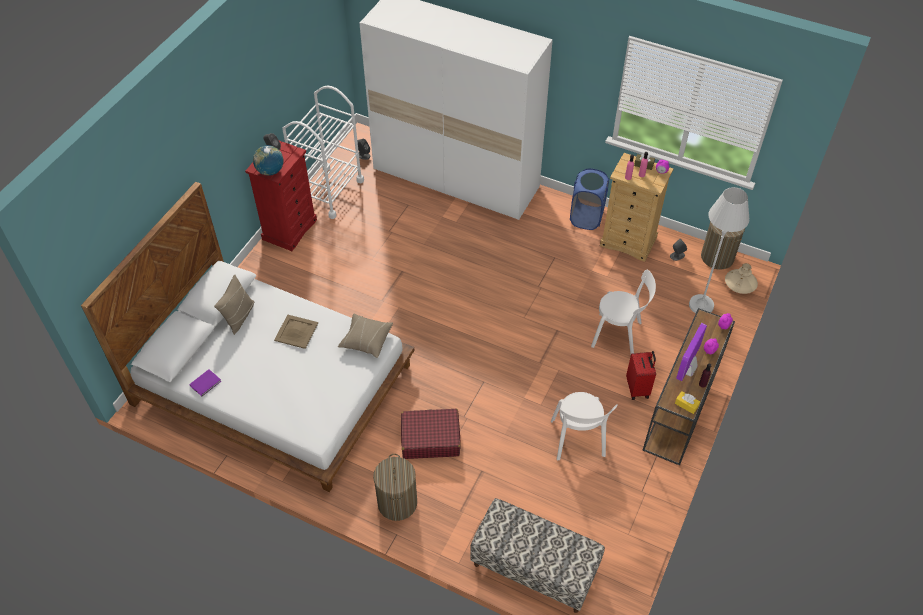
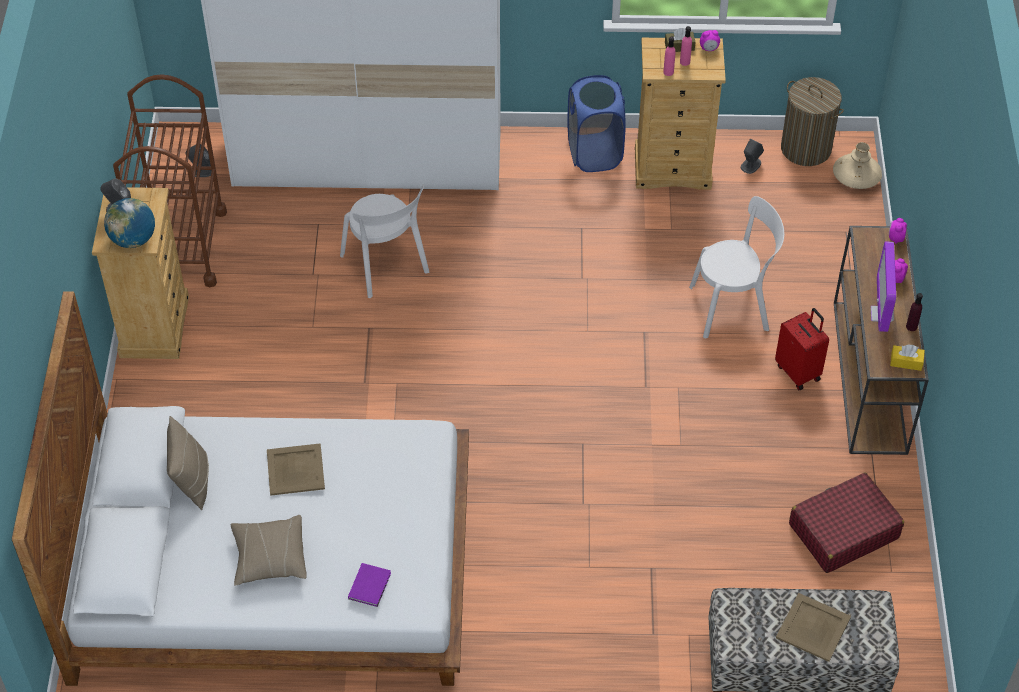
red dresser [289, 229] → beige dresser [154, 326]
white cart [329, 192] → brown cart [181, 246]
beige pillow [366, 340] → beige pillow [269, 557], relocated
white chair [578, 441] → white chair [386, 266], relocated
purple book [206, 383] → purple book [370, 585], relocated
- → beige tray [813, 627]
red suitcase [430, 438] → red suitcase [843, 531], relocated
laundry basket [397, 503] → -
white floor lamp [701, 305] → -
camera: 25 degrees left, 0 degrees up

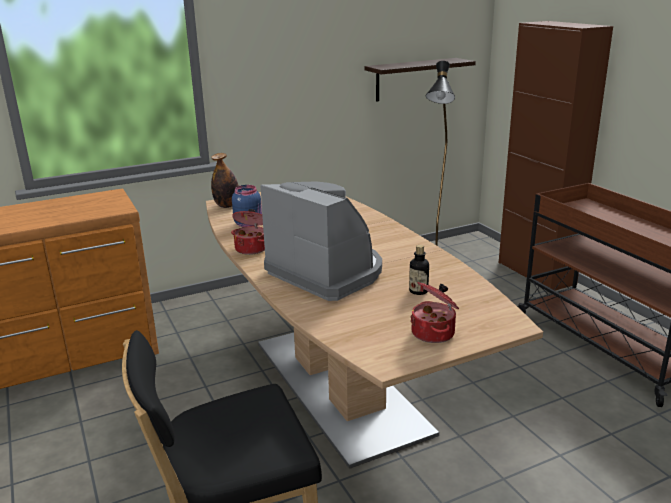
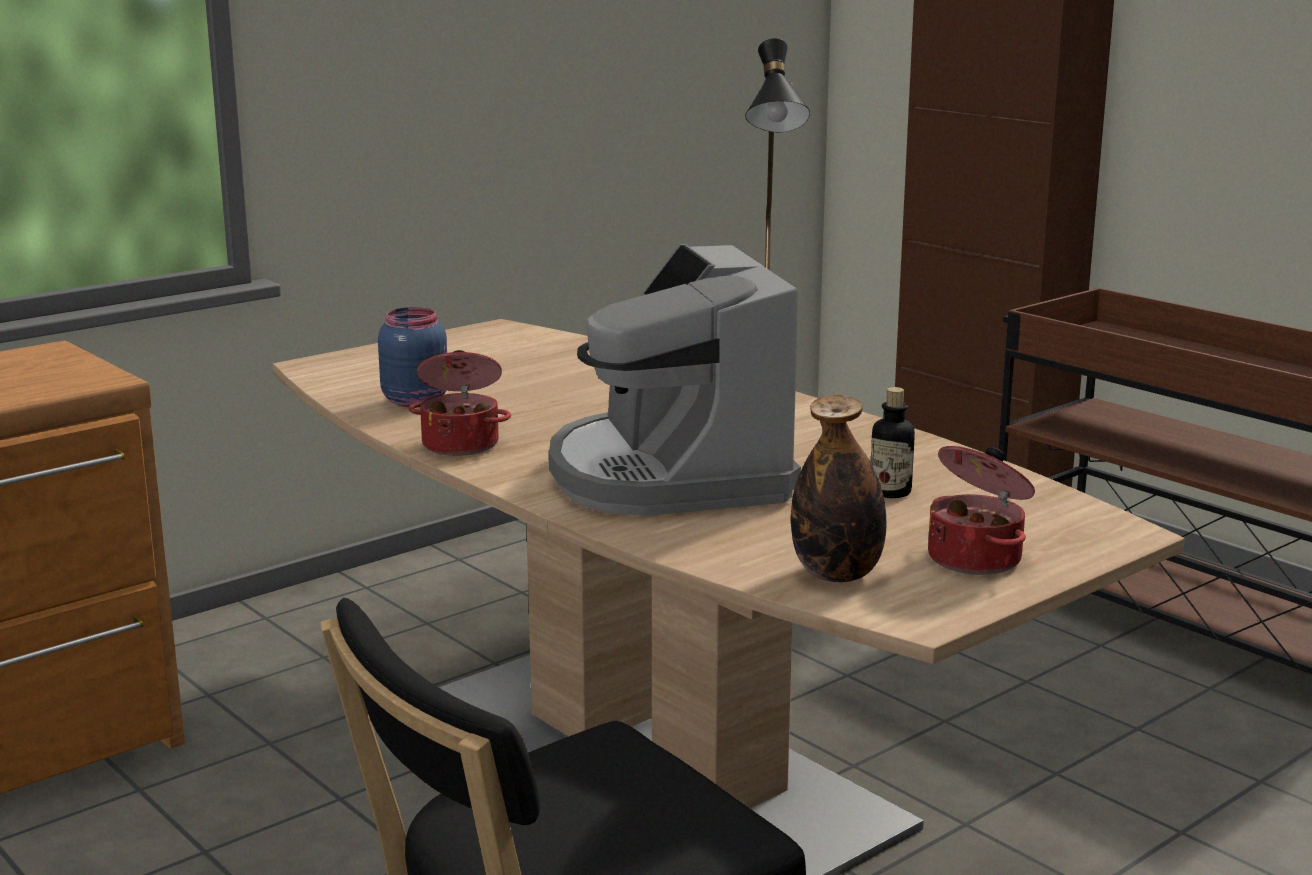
coffee machine [327, 272] → coffee machine [669, 475], 135 degrees counterclockwise
bottle [227, 206] → bottle [837, 574], relocated
shelf [411, 79] → -
camera: 15 degrees left, 5 degrees down

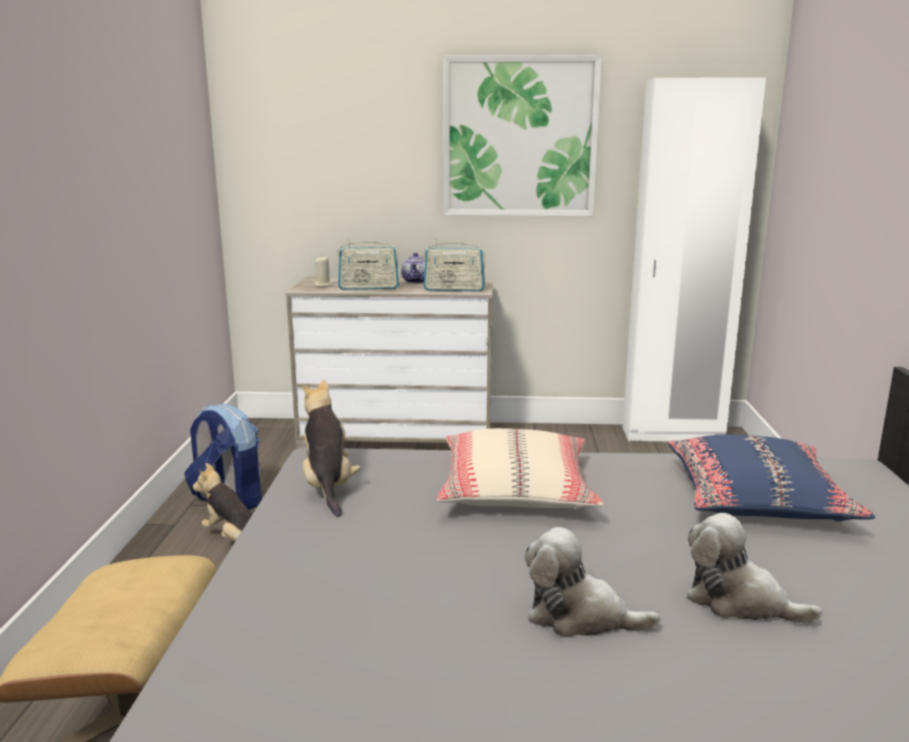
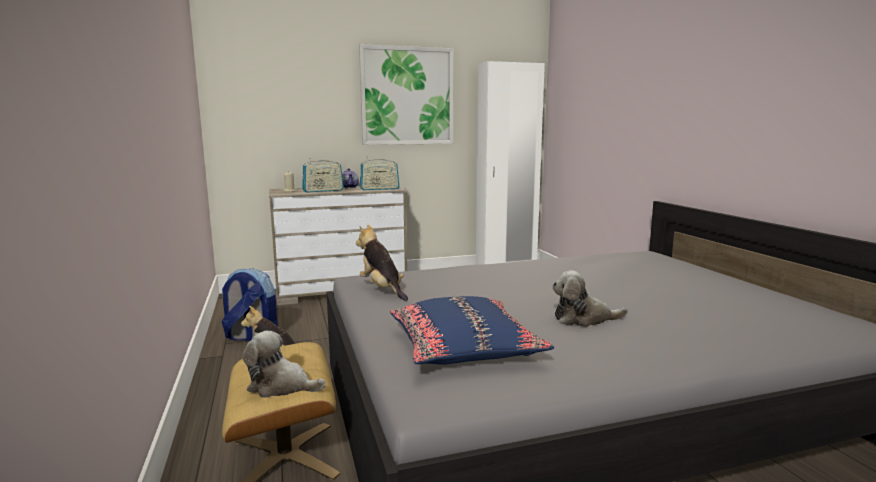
plush toy [739, 601] → plush toy [281, 386], relocated
blue pillow [757, 499] → blue pillow [464, 348], relocated
beige pillow [516, 490] → -
camera: 20 degrees left, 5 degrees down

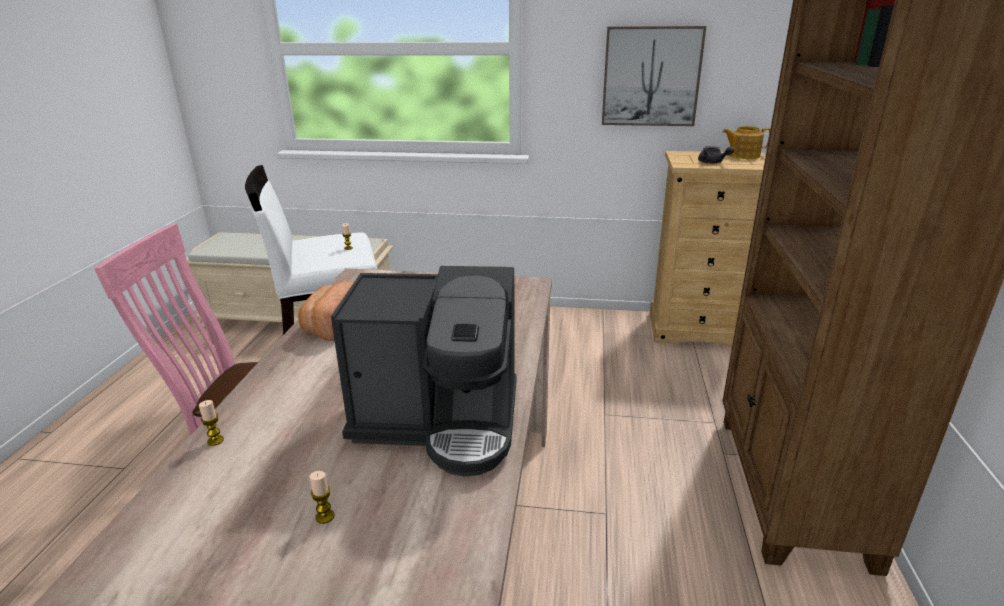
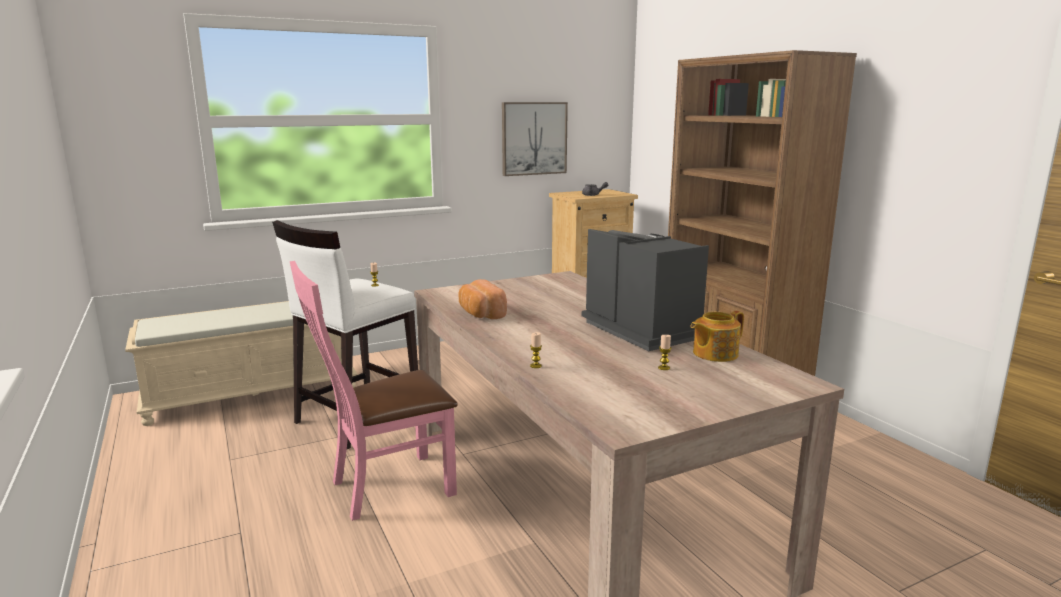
coffee machine [440, 421] → coffee machine [642, 329], 90 degrees counterclockwise
teapot [743, 155] → teapot [714, 354], relocated
camera: 35 degrees left, 10 degrees down

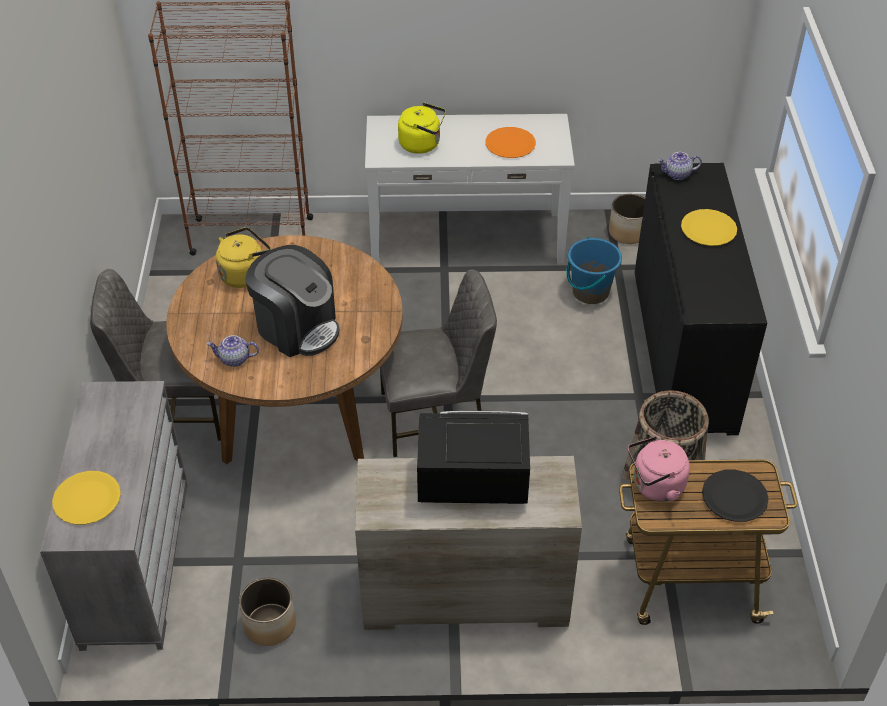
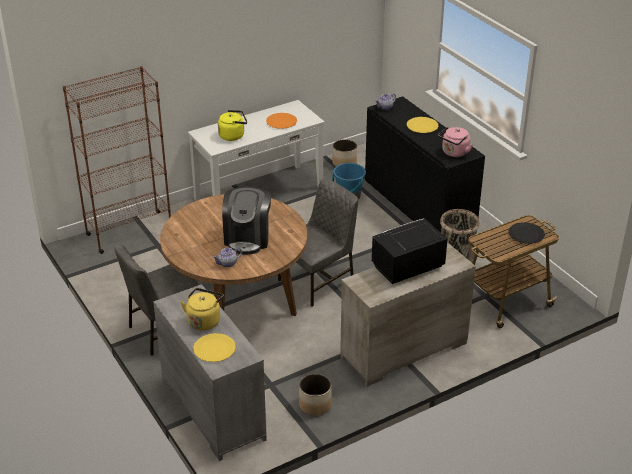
yellow kettle [244, 274] → yellow kettle [204, 320], relocated
coffee machine [297, 327] → coffee machine [248, 238], 90 degrees clockwise
pink kettle [655, 486] → pink kettle [454, 153], relocated
camera: 30 degrees left, 10 degrees down

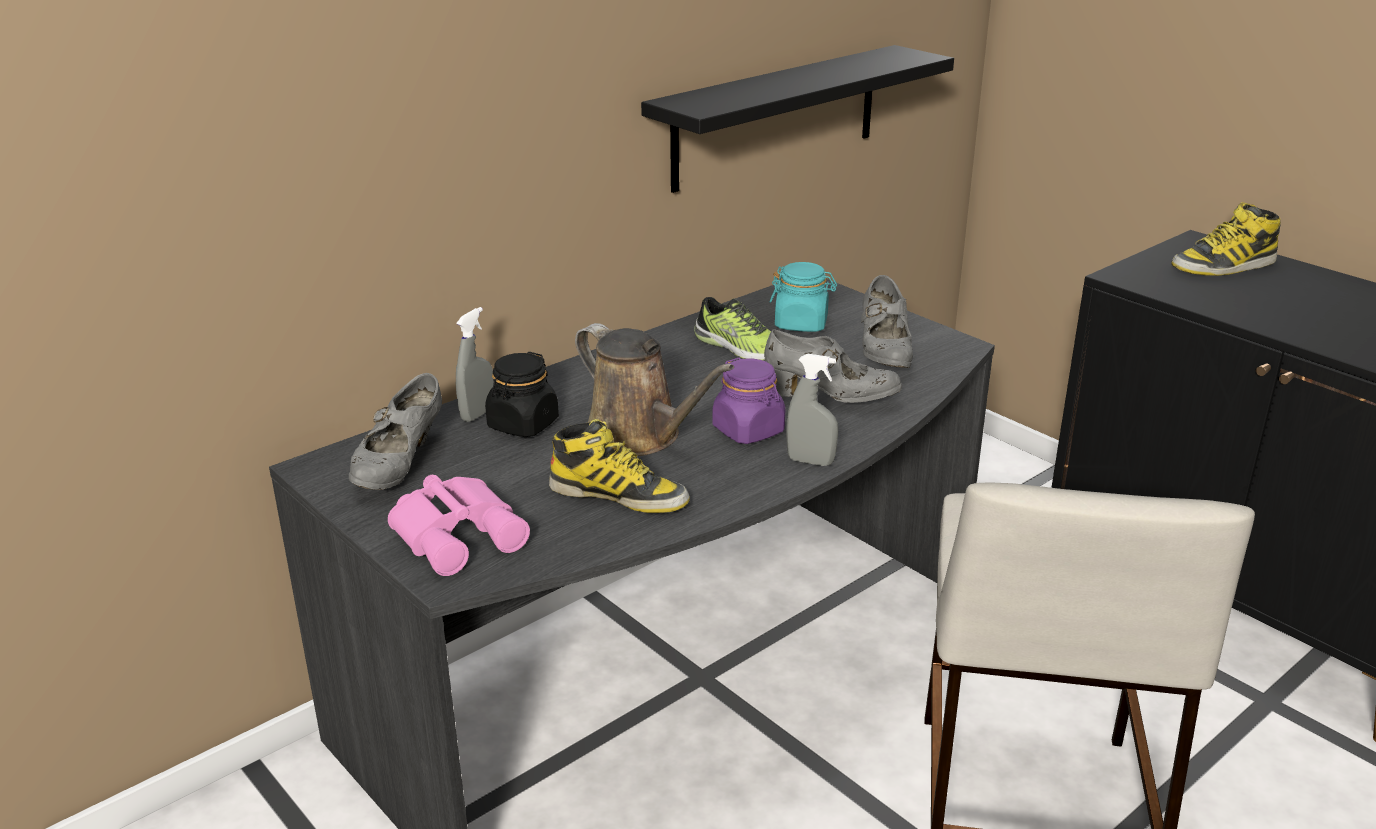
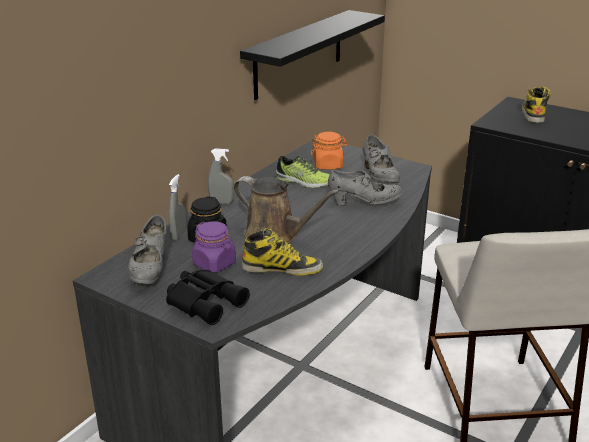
pink binoculars [459, 533] → black binoculars [206, 301]
purple jar [748, 430] → purple jar [214, 264], relocated
grey spray bottle [810, 461] → grey spray bottle [221, 202], relocated
turquoise jar [801, 324] → orange jar [328, 165]
boot [1223, 266] → boot [533, 113], 135 degrees clockwise
camera: 15 degrees left, 0 degrees up

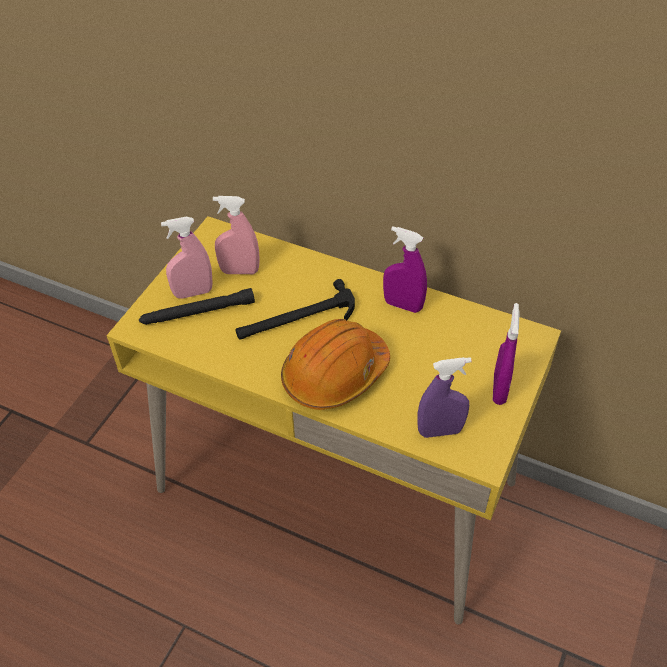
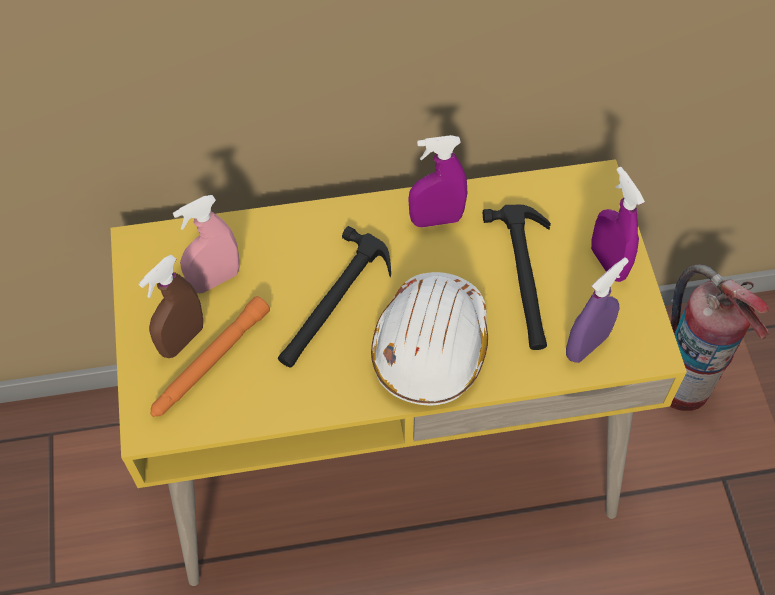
pink spray bottle [193, 293] → brown spray bottle [182, 340]
black flashlight [197, 312] → orange flashlight [210, 362]
orange hard hat [335, 375] → white hard hat [430, 347]
- → hammer [525, 278]
- → fire extinguisher [683, 384]
camera: 35 degrees left, 10 degrees up

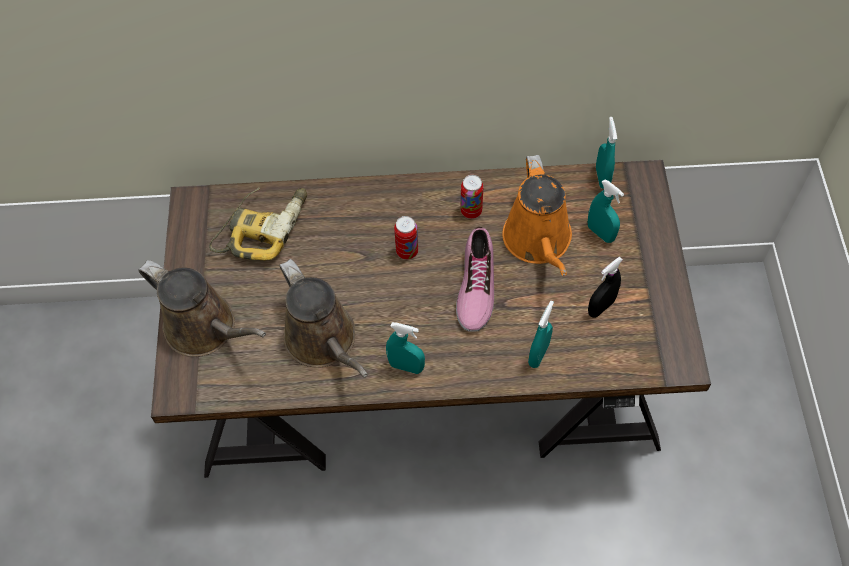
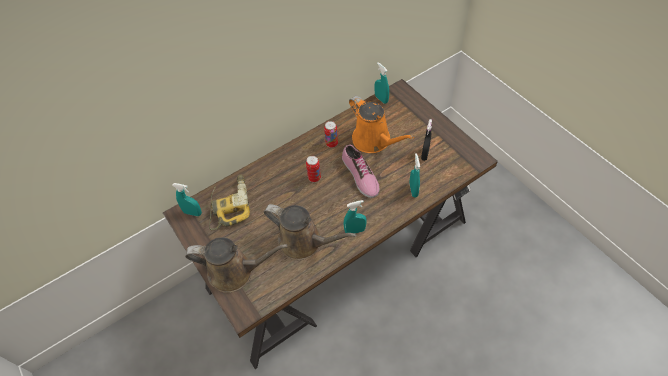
turquoise spray bottle [600, 233] → turquoise spray bottle [193, 213], relocated
camera: 30 degrees left, 5 degrees down

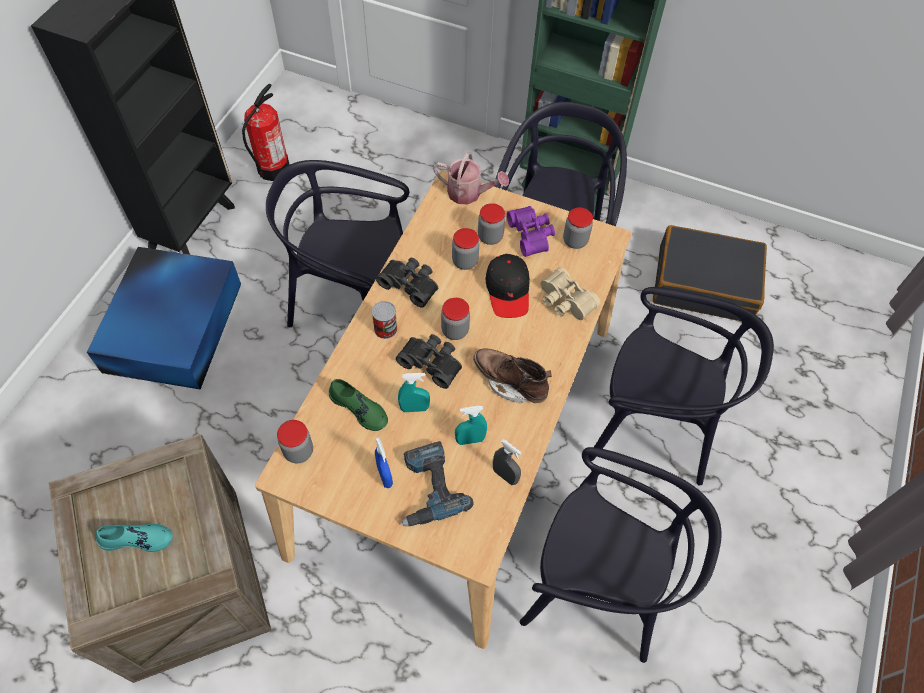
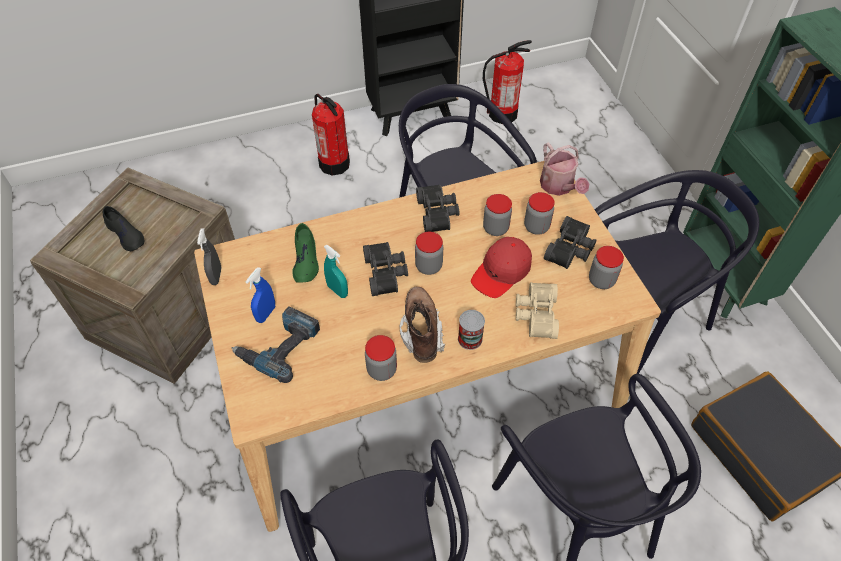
turquoise shoe [137, 539] → black shoe [126, 234]
grey spray bottle [505, 475] → grey spray bottle [216, 276], relocated
blue storage box [175, 325] → fire extinguisher [334, 163]
jar [298, 451] → jar [382, 370], relocated
can [385, 329] → can [470, 339], relocated
black cap [508, 290] → red cap [501, 272]
purple binoculars [532, 235] → black binoculars [571, 250]
turquoise spray bottle [470, 440] → -
camera: 50 degrees right, 5 degrees down

